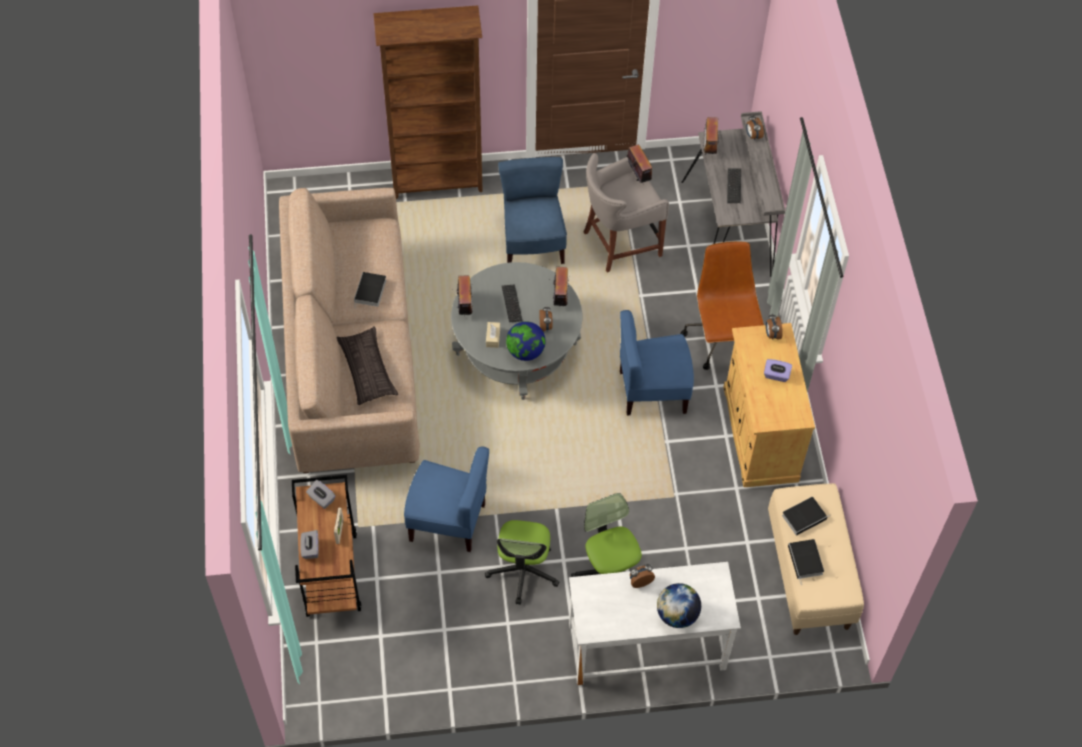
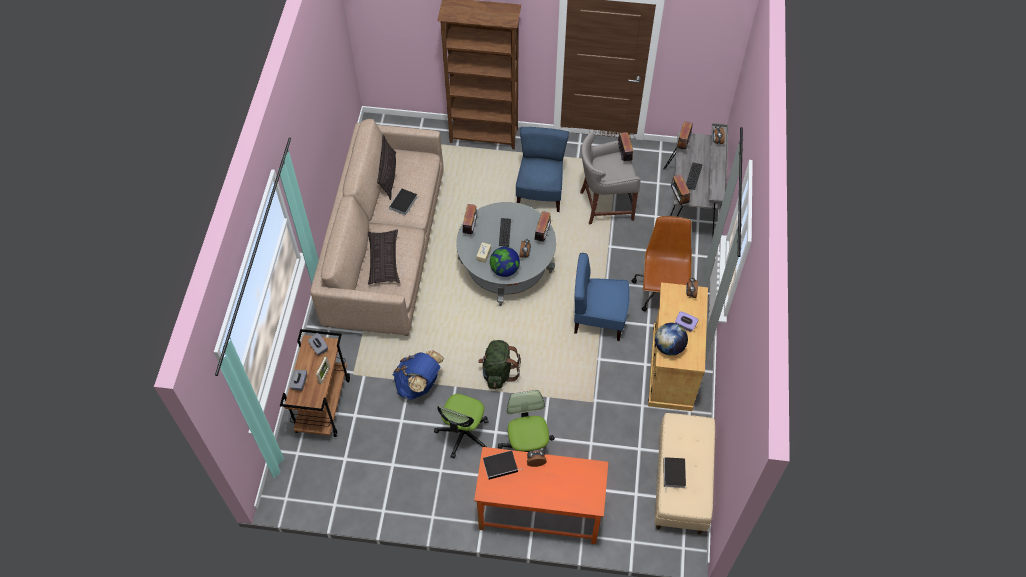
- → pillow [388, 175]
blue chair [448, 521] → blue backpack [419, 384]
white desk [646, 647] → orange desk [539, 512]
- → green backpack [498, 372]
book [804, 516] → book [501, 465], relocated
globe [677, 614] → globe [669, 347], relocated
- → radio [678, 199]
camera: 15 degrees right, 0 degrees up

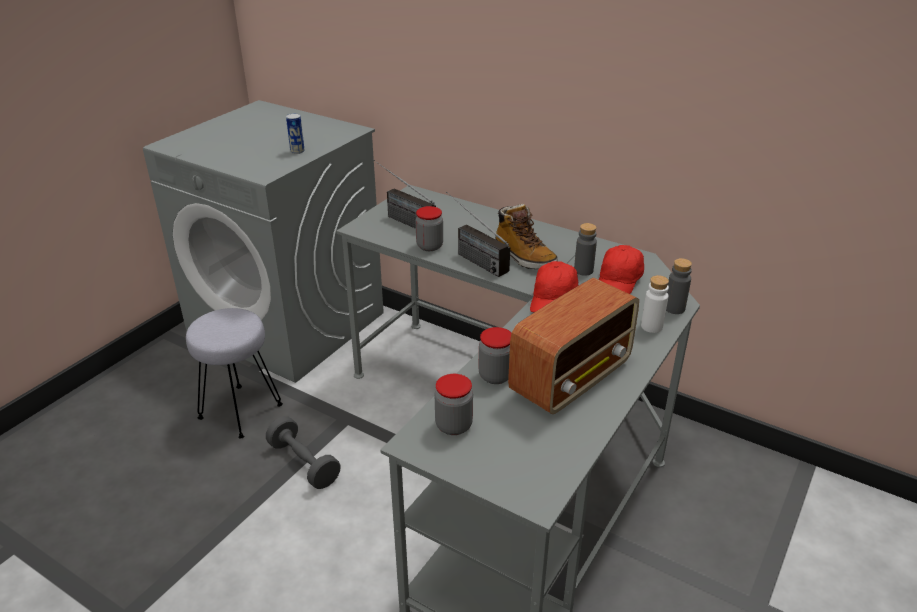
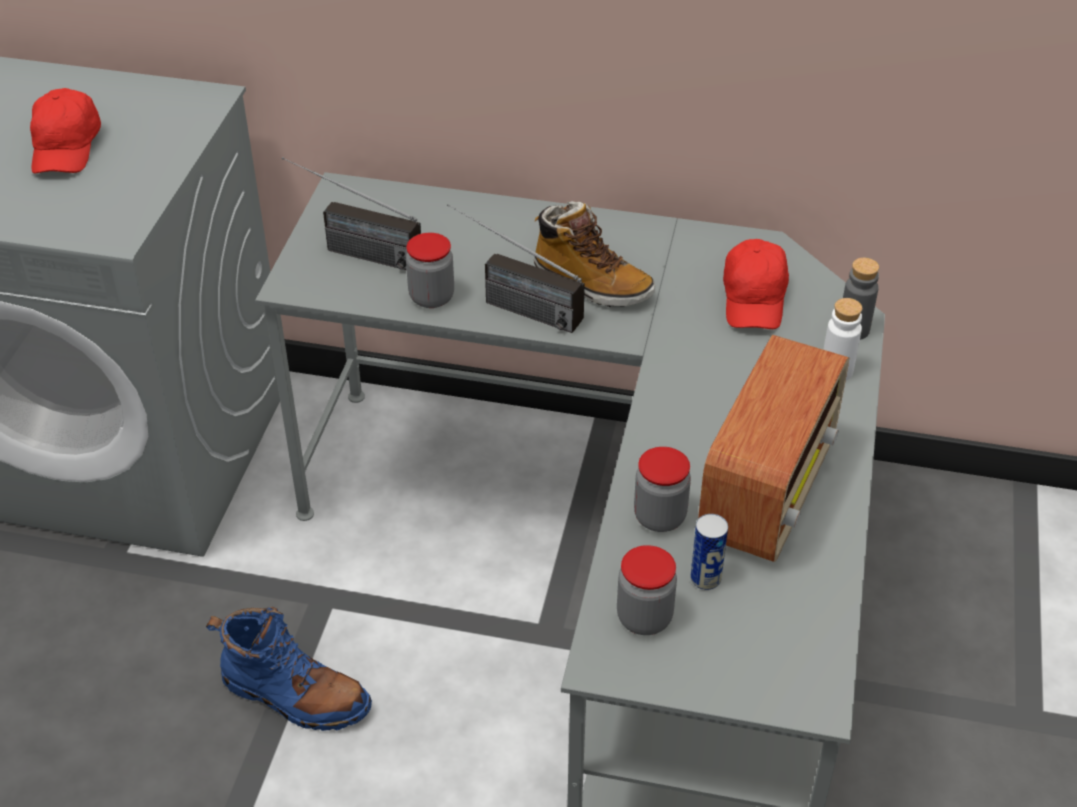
red cap [553, 299] → red cap [67, 148], relocated
grey dumbbell [304, 463] → blue boot [295, 696]
can [297, 151] → can [705, 579], relocated
grey stool [241, 410] → -
grey bottle [583, 270] → -
camera: 20 degrees left, 10 degrees up

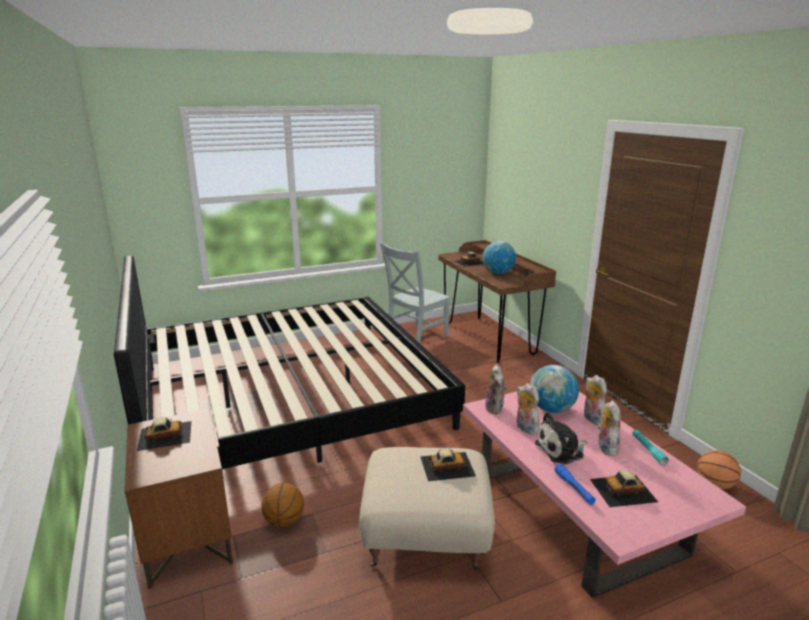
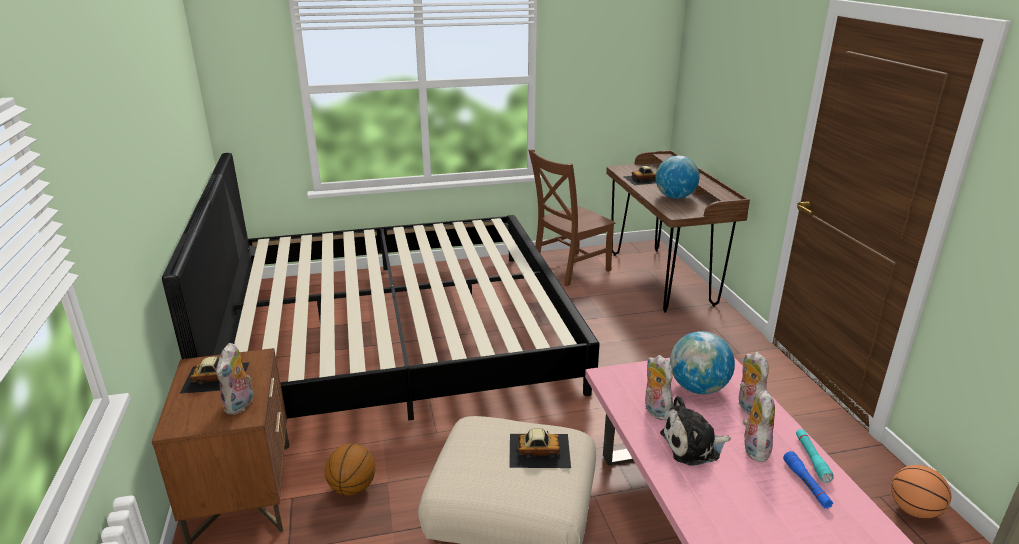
plush toy [495, 408] → plush toy [240, 405], relocated
grey chair [415, 337] → brown chair [568, 269]
blue flashlight [574, 488] → blue flashlight [806, 484], relocated
toy car [623, 490] → -
camera: 10 degrees right, 5 degrees up

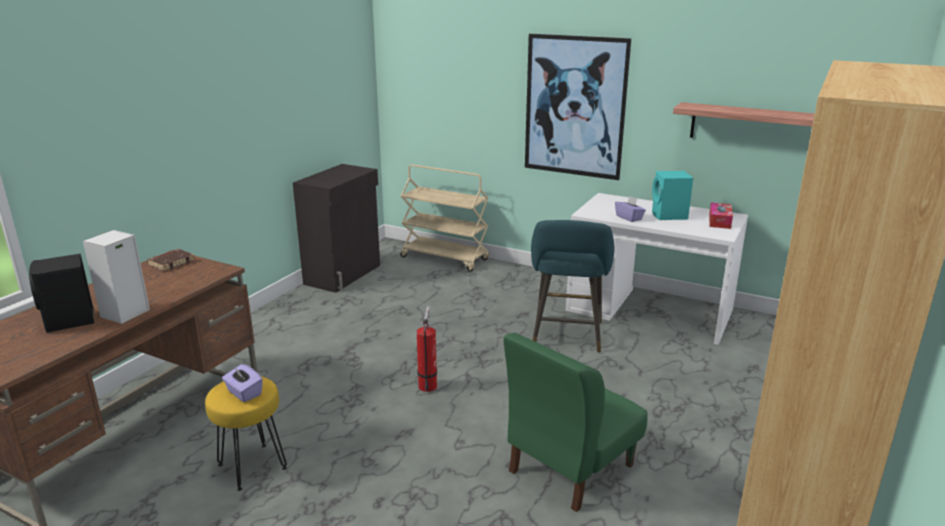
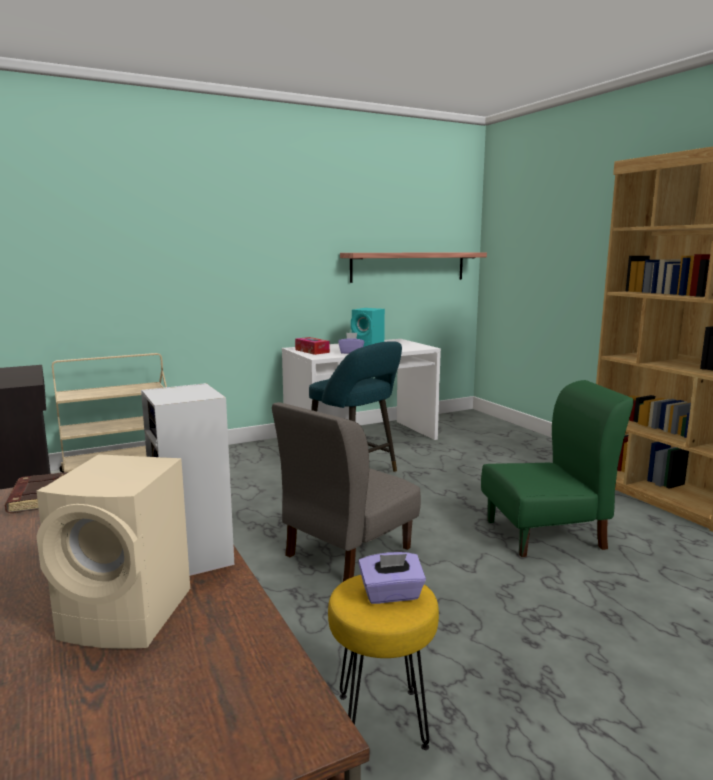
black speaker [69, 321] → beige speaker [131, 615]
fire extinguisher [428, 385] → grey chair [347, 551]
tissue box [719, 221] → tissue box [312, 351], relocated
green chair [569, 468] → green chair [546, 534], 90 degrees counterclockwise
picture [575, 106] → -
camera: 55 degrees left, 10 degrees down

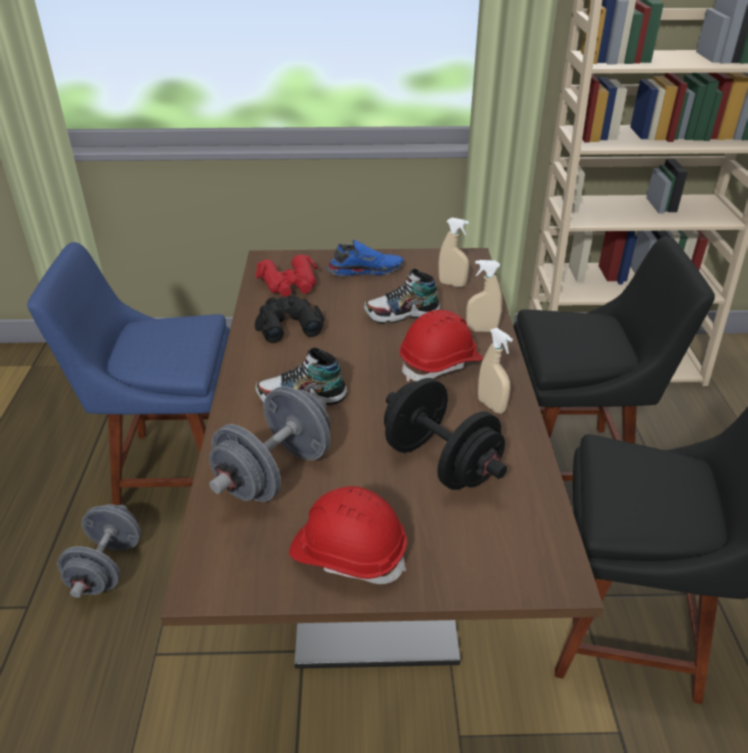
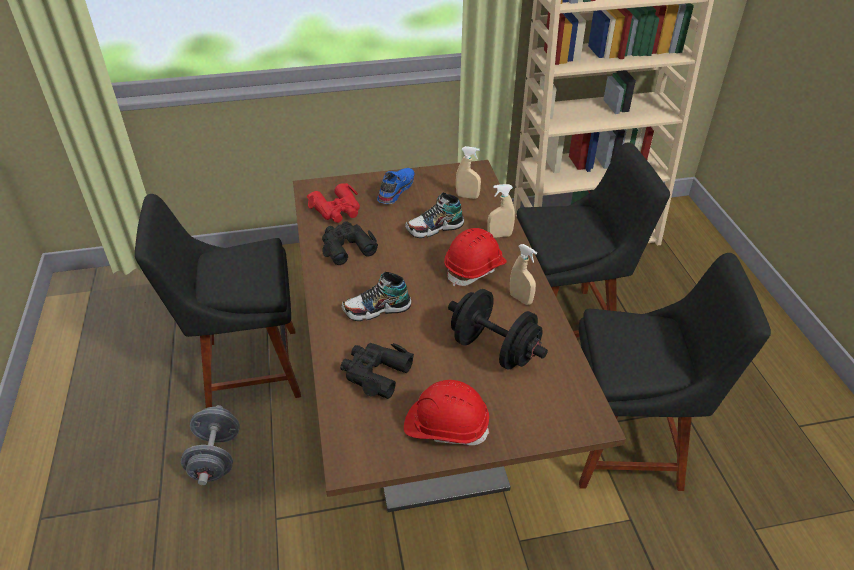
blue chair [172, 470] → black chair [246, 369]
grey dumbbell [275, 473] → black binoculars [375, 373]
blue shoe [365, 270] → blue shoe [395, 190], 45 degrees counterclockwise
camera: 10 degrees left, 5 degrees up

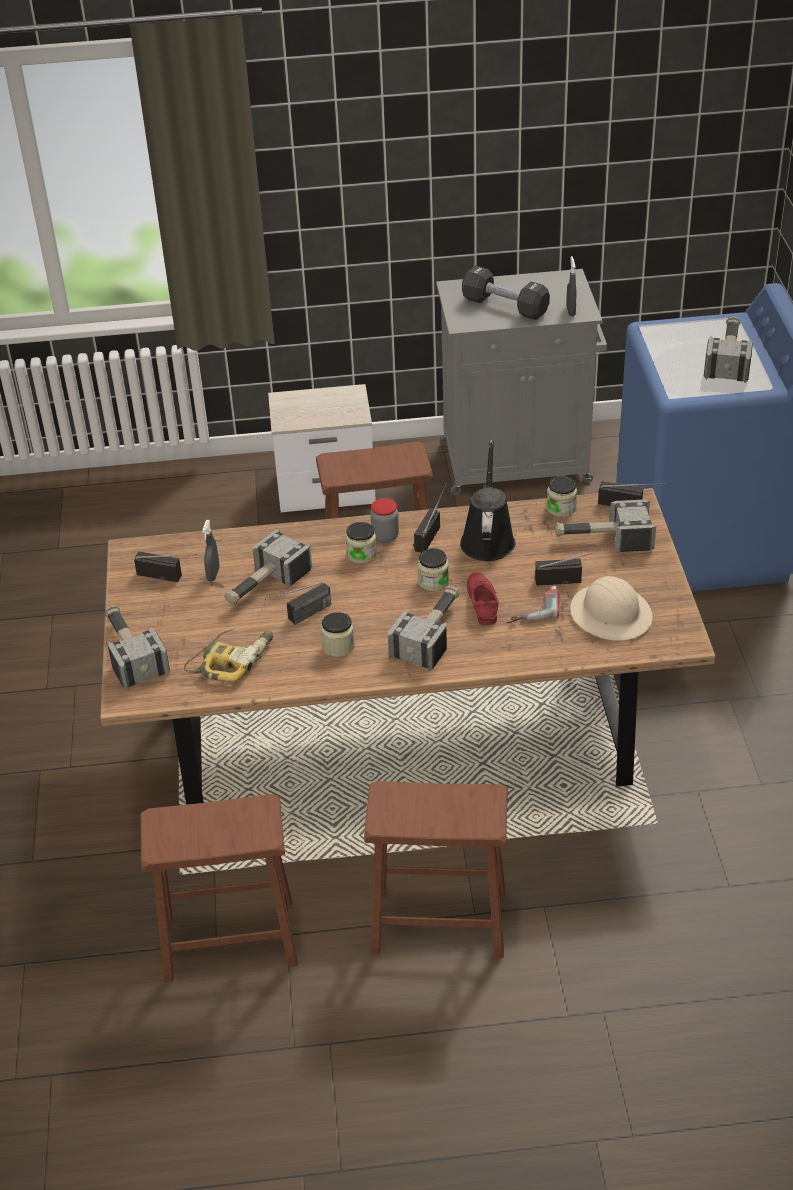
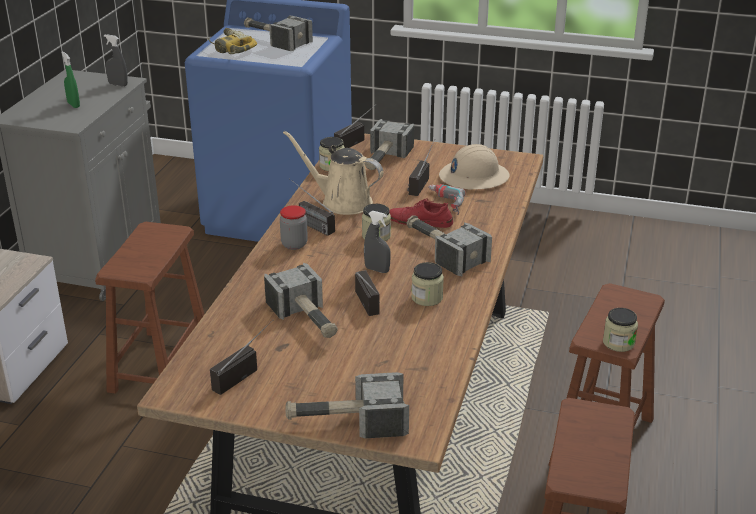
black dumbbell [505, 306] → green spray bottle [73, 105]
power drill [232, 659] → power drill [229, 48], relocated
black watering can [487, 539] → beige watering can [342, 202]
grey spray bottle [213, 574] → grey spray bottle [377, 270], relocated
jar [361, 554] → jar [618, 343], relocated
camera: 70 degrees left, 10 degrees down

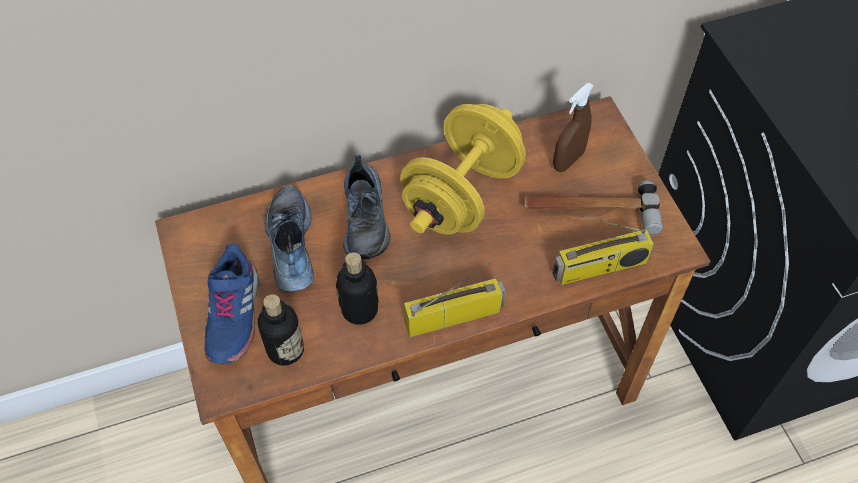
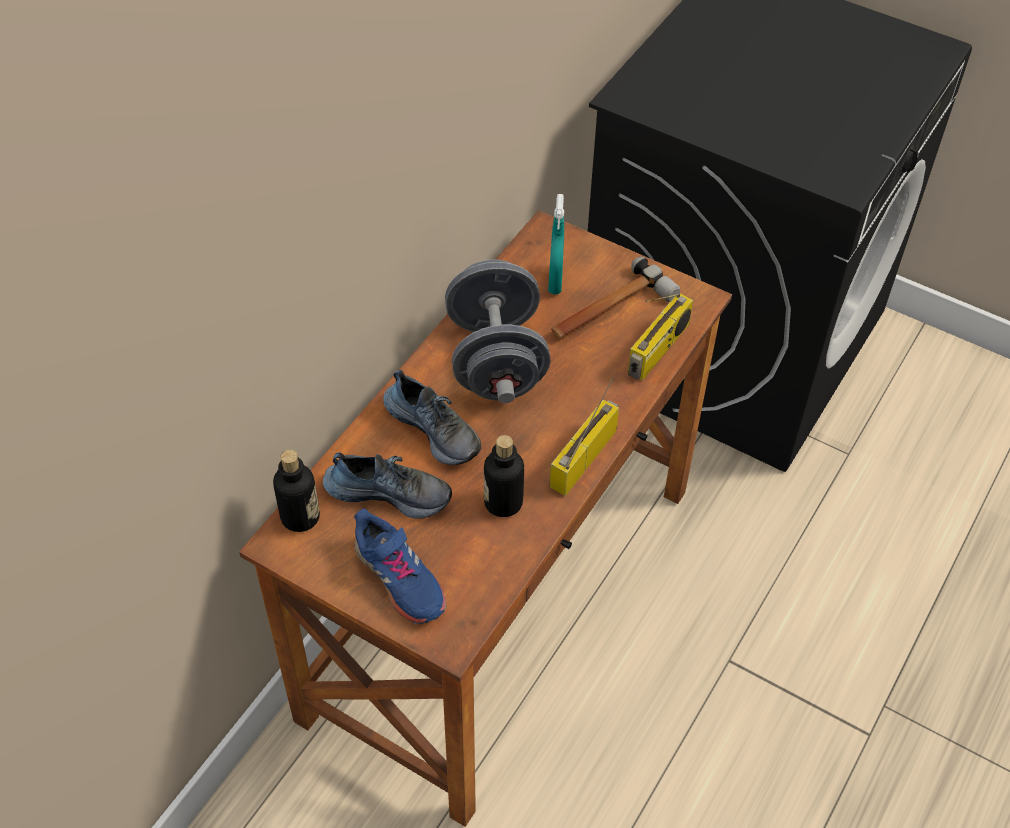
bottle [285, 349] → bottle [300, 517], relocated
shoe [289, 245] → shoe [389, 492], 150 degrees clockwise
yellow dumbbell [462, 195] → grey dumbbell [496, 360]
brown spray bottle [568, 160] → turquoise spray bottle [555, 281]
camera: 40 degrees left, 5 degrees down

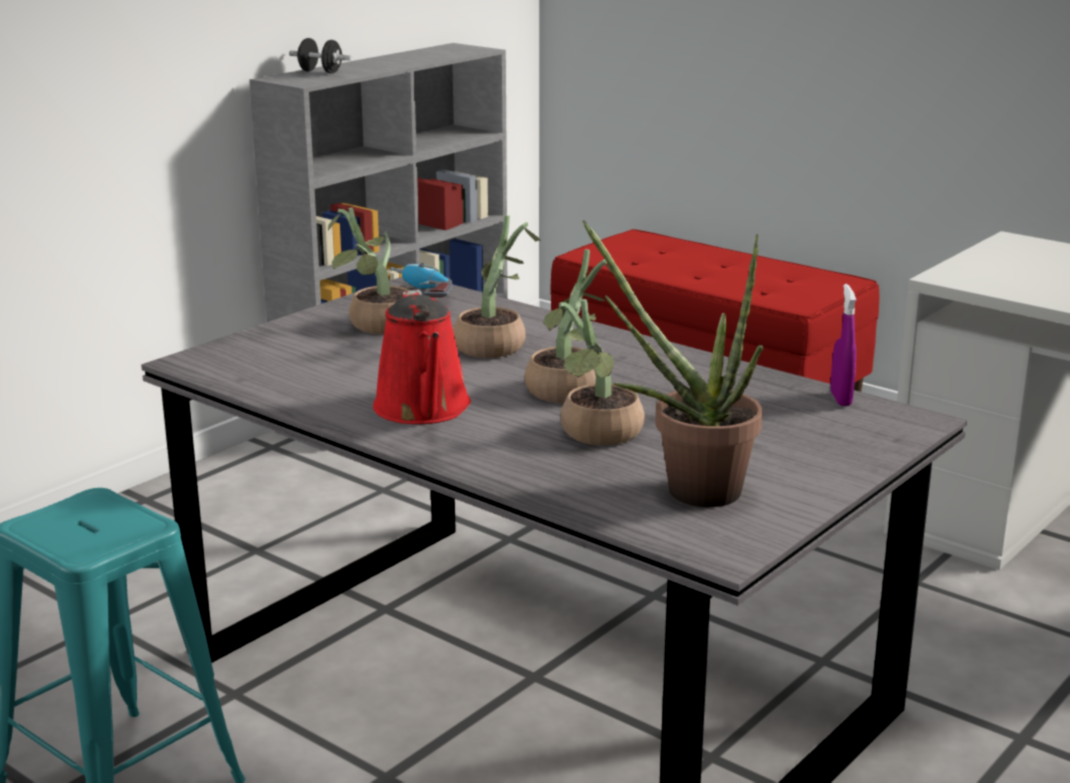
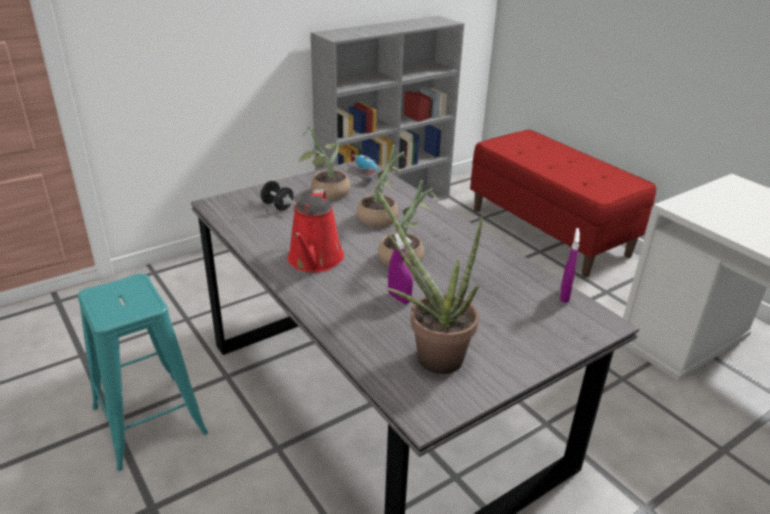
black dumbbell [320, 72] → black dumbbell [277, 206], relocated
potted plant [594, 434] → purple spray bottle [399, 298]
camera: 15 degrees right, 10 degrees up

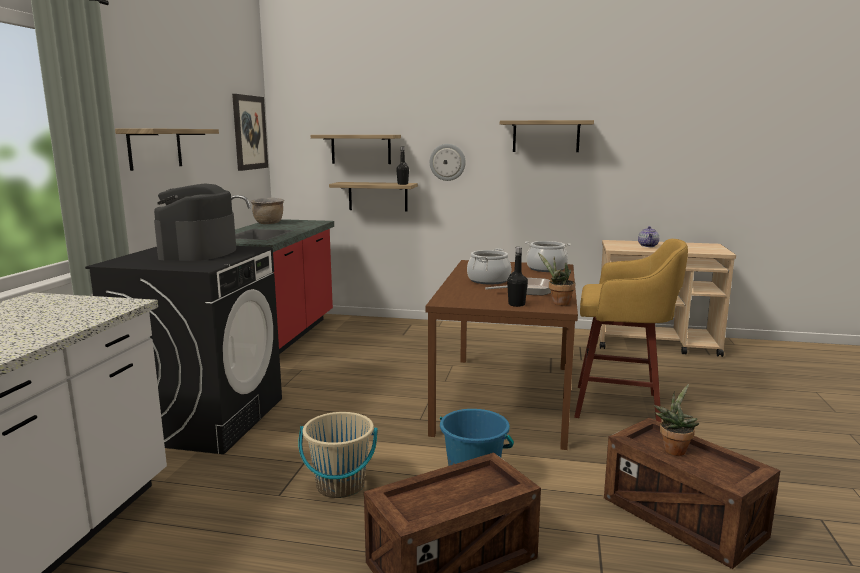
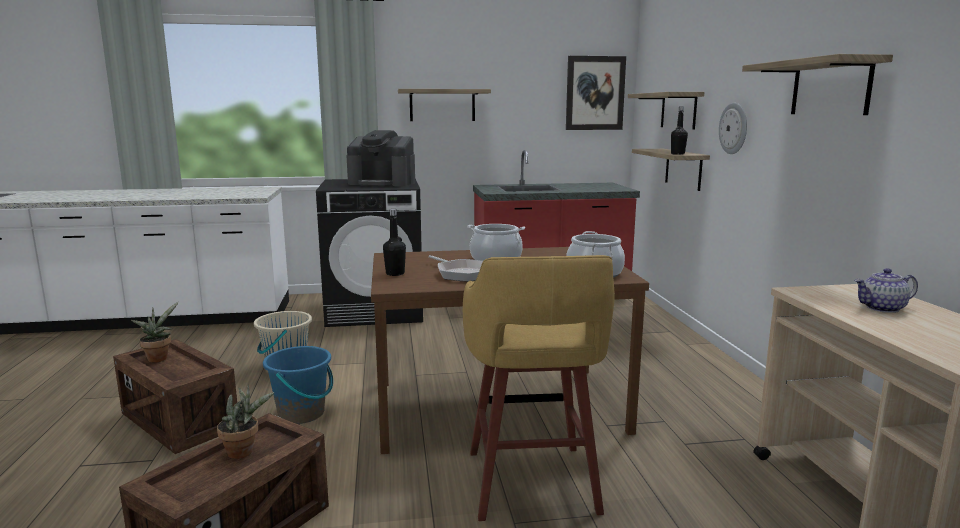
potted plant [558, 303] → potted plant [159, 358], relocated
coffee machine [198, 252] → coffee machine [382, 183], 150 degrees counterclockwise
brown cooking pot [269, 223] → -
camera: 70 degrees right, 0 degrees up

